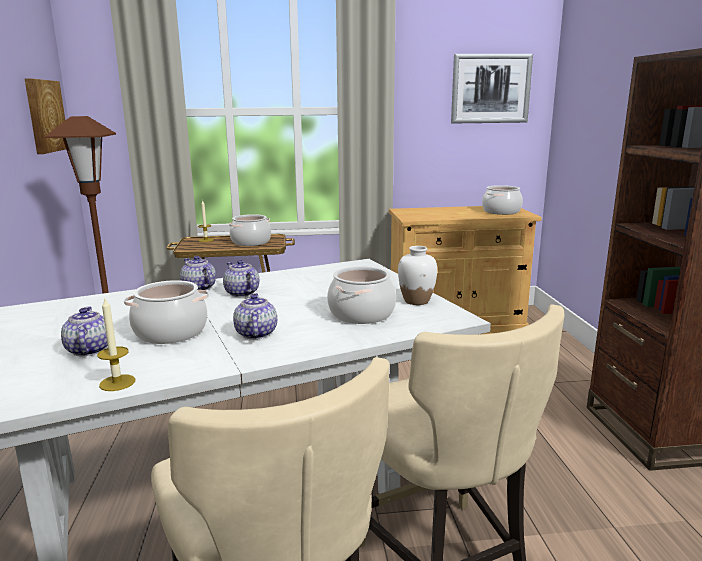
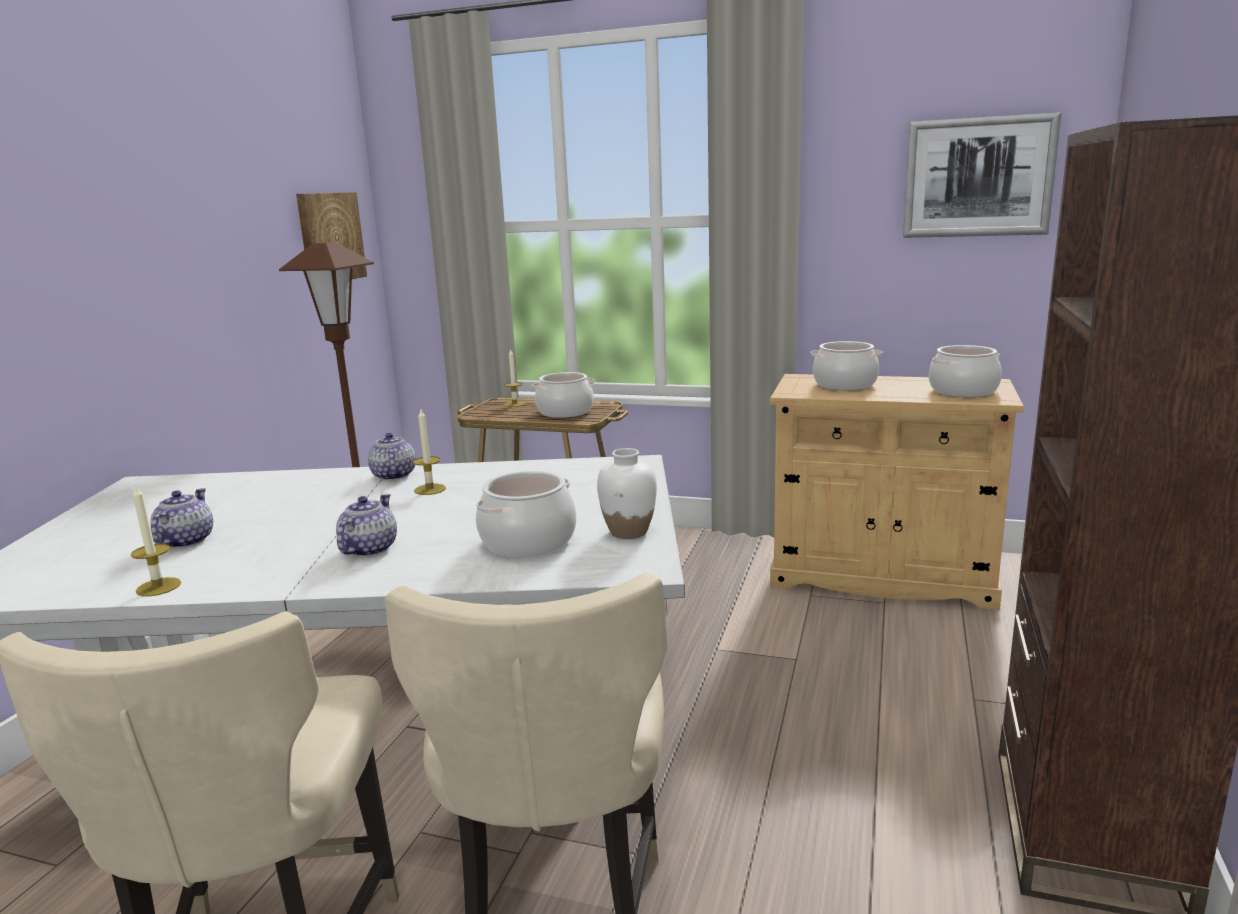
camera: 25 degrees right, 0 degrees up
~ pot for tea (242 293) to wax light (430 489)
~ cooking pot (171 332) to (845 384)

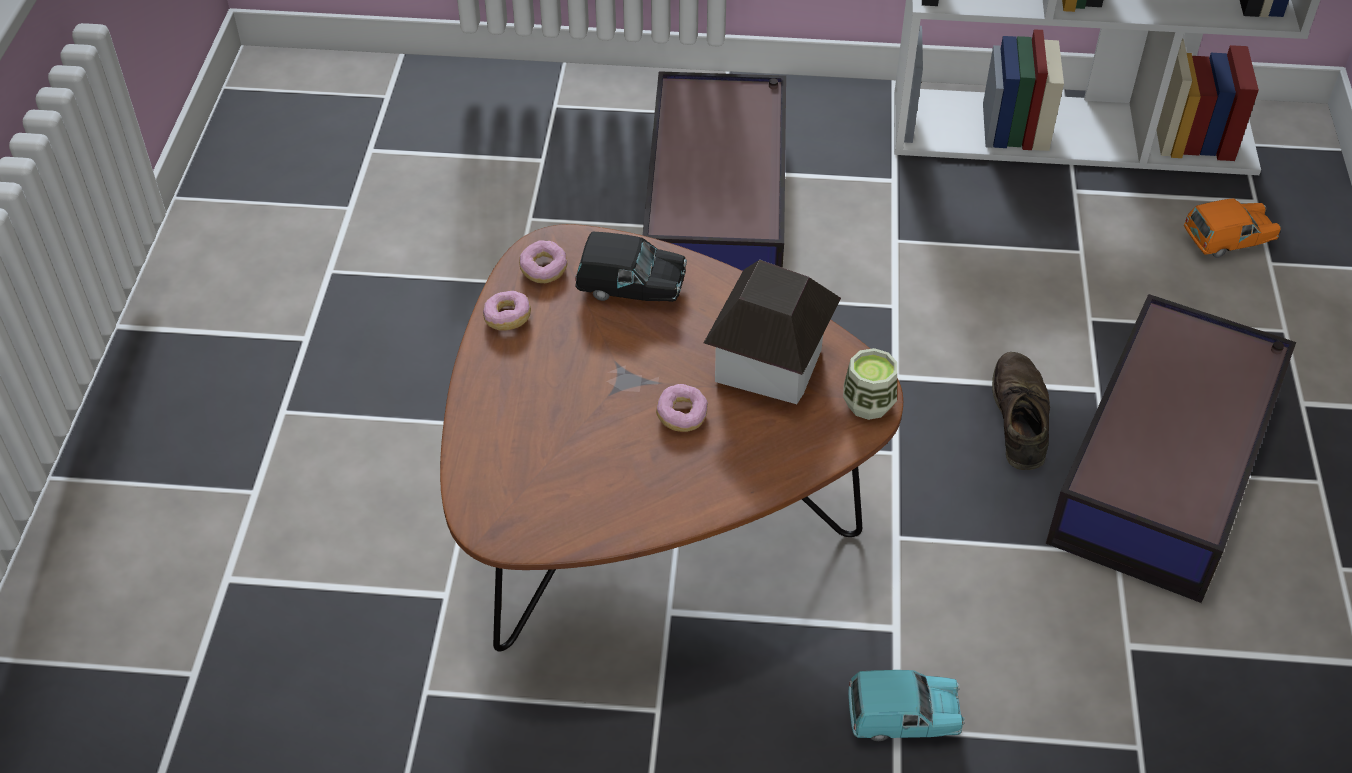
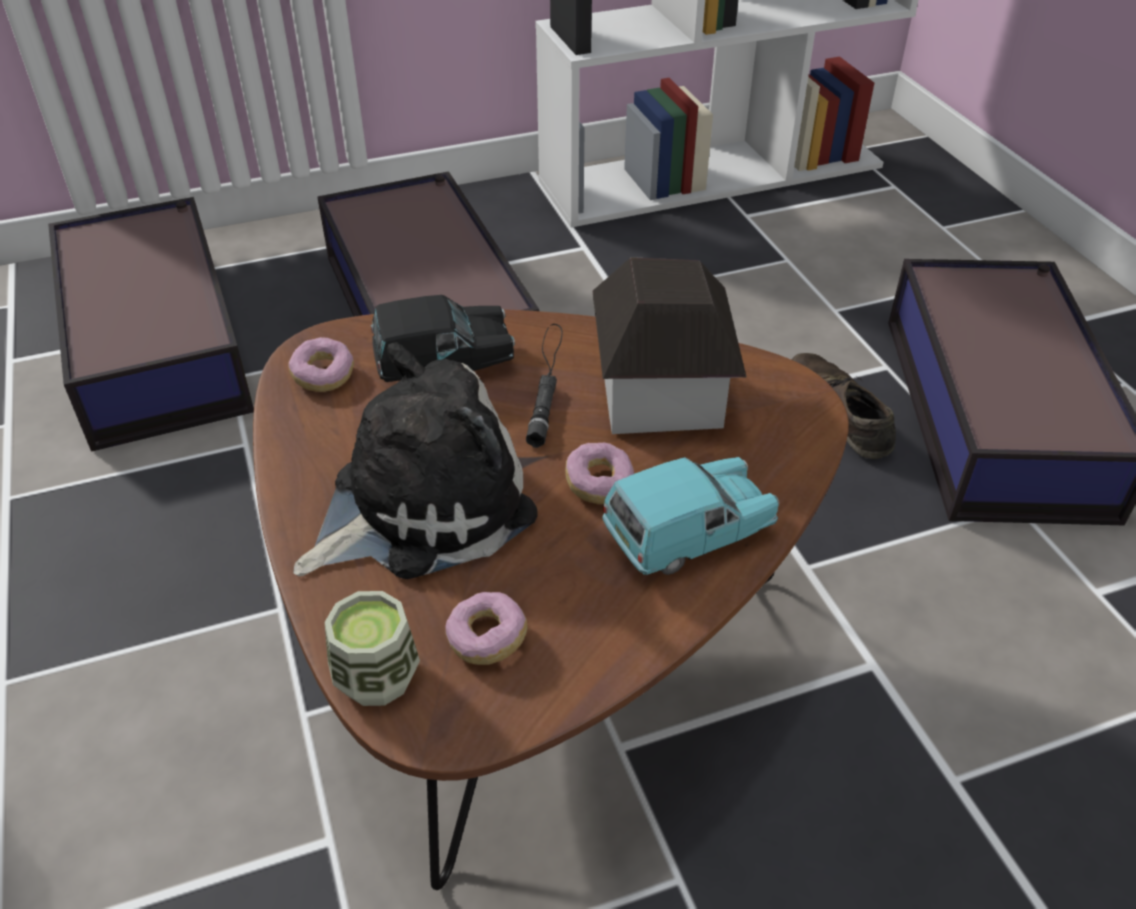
camera: 25 degrees left, 5 degrees down
- orange-coloured toy car (1228 241)
~ doughnut (507 318) to (487 639)
~ cup (868 403) to (377 677)
~ turquoise toy car (903 718) to (688 535)
+ storage box (158 342)
+ black-coloured hand torch (546 383)
+ cuddly toy (420 505)

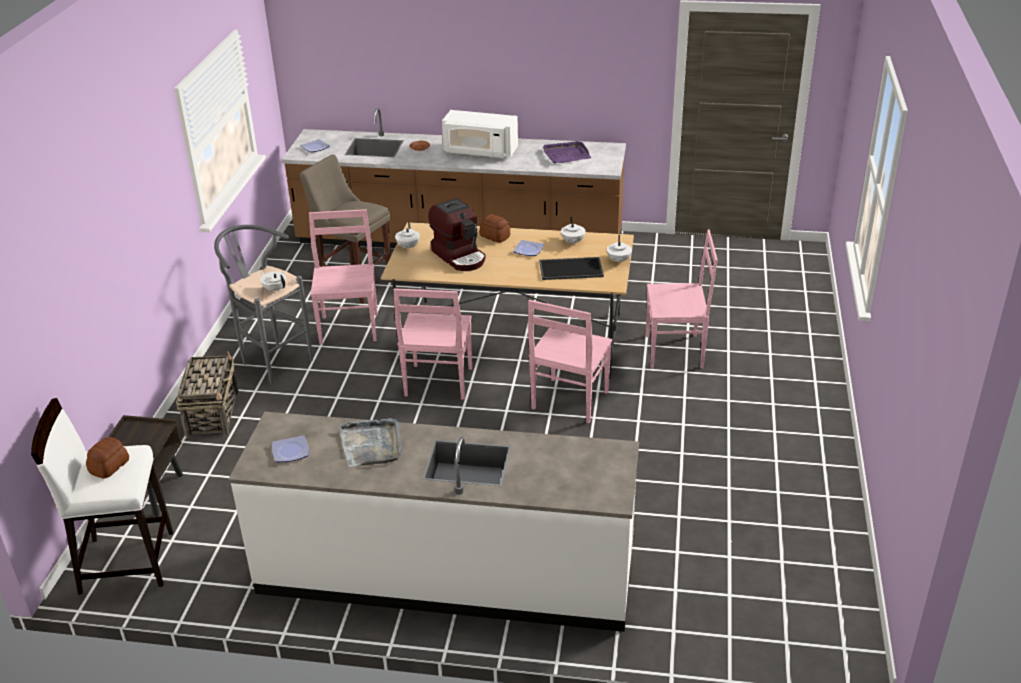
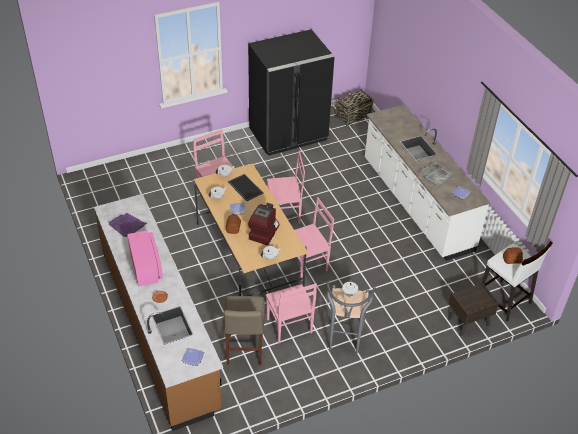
camera: 125 degrees left, 10 degrees up
~ white microwave oven (480 151) to pink microwave oven (146 267)
~ pink plain chair (349 327) = (289 327) 75 degrees counterclockwise
~ basket (213 413) to (353 116)
+ black-coloured kitchen fridge (288 134)

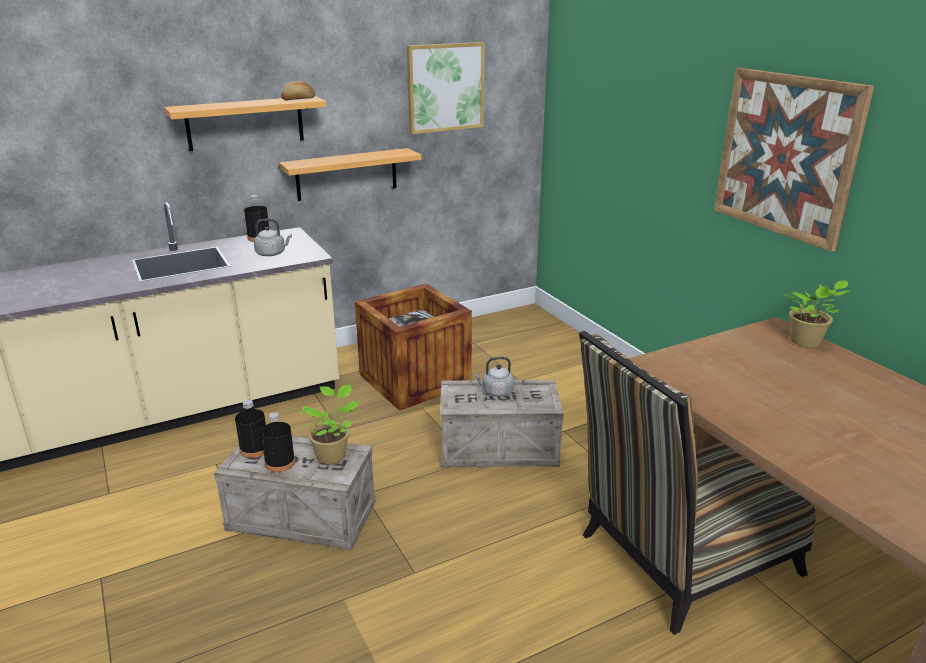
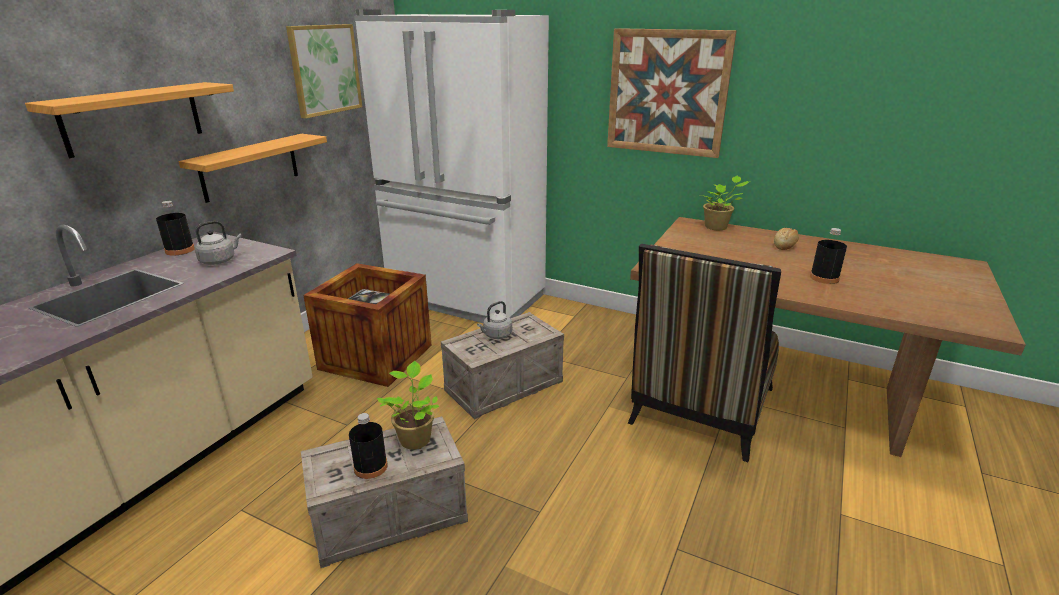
camera: 35 degrees left, 0 degrees up
~ bread (298 99) to (785 246)
~ black-coloured drink bottle (254 449) to (824 278)
+ white kitchen fridge (465 300)

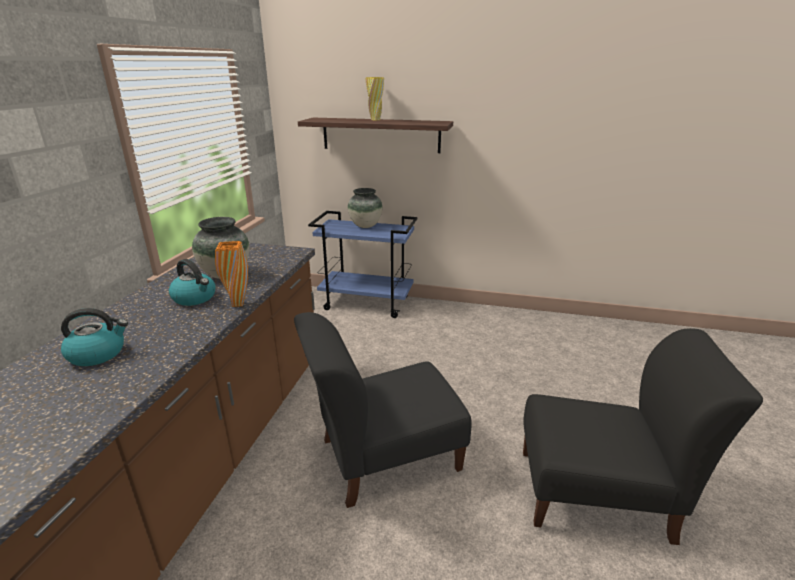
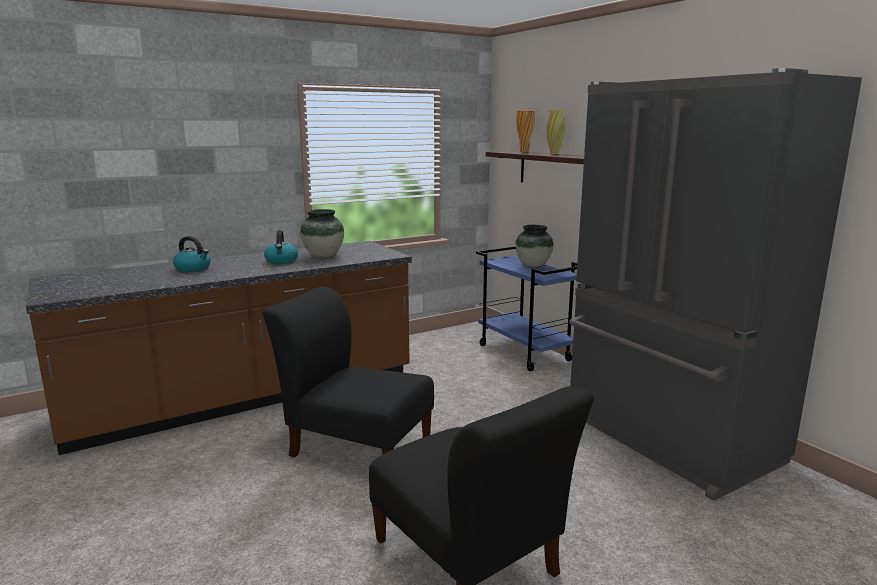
camera: 45 degrees right, 10 degrees down
~ orange-coloured vase (238 304) to (524 152)
+ greyish kitchen fridge (667 440)

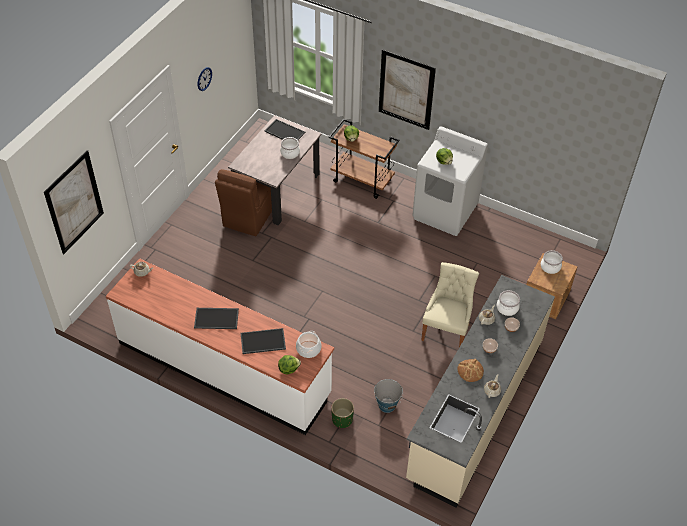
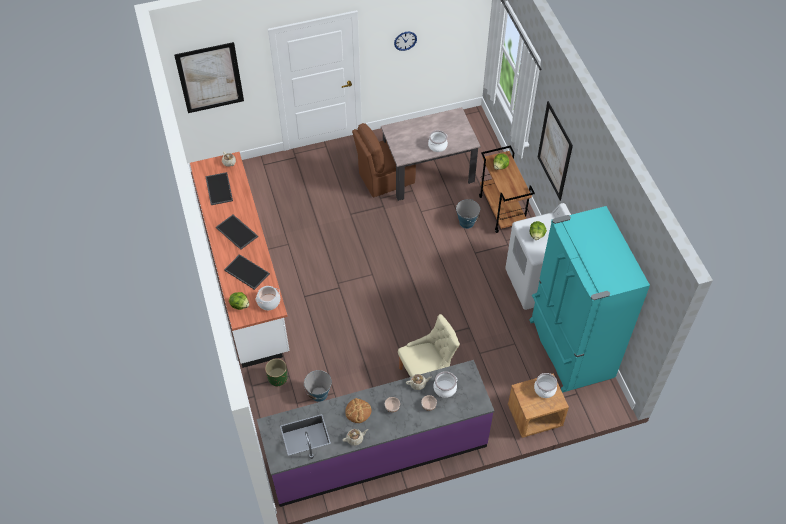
camera: 45 degrees right, 5 degrees up
~ tray (284 132) to (218 188)
~ beige kitchen counter (475 409) to purple kitchen counter (377 451)
+ pail (466 222)
+ turquoise kitchen fridge (569 349)

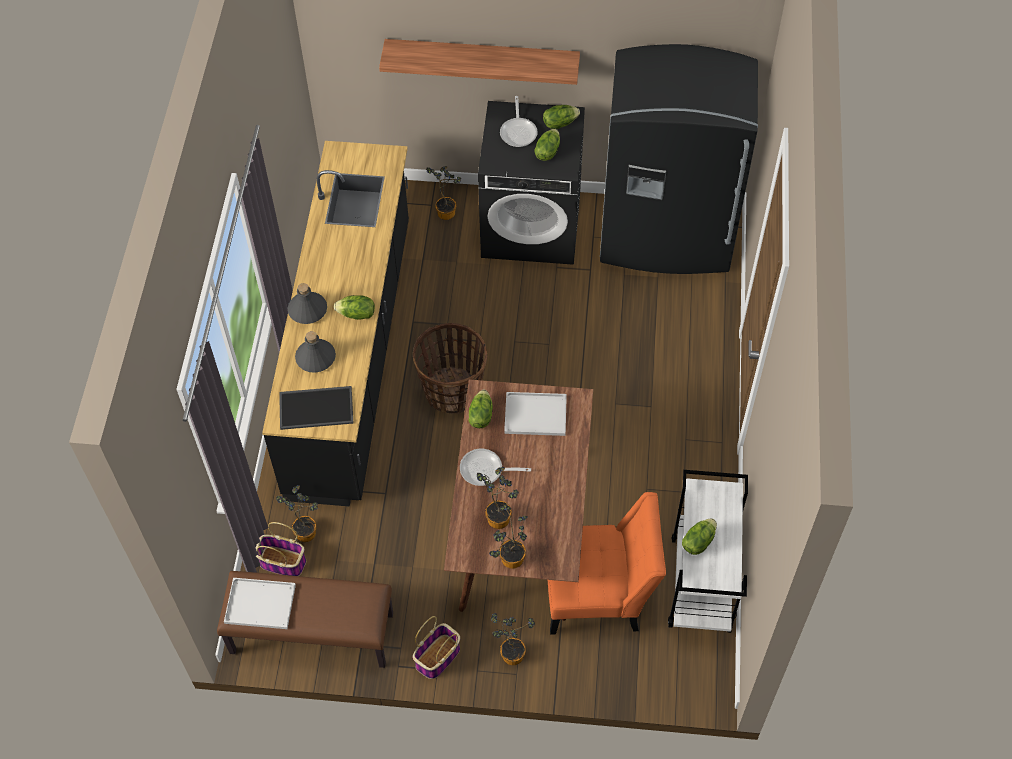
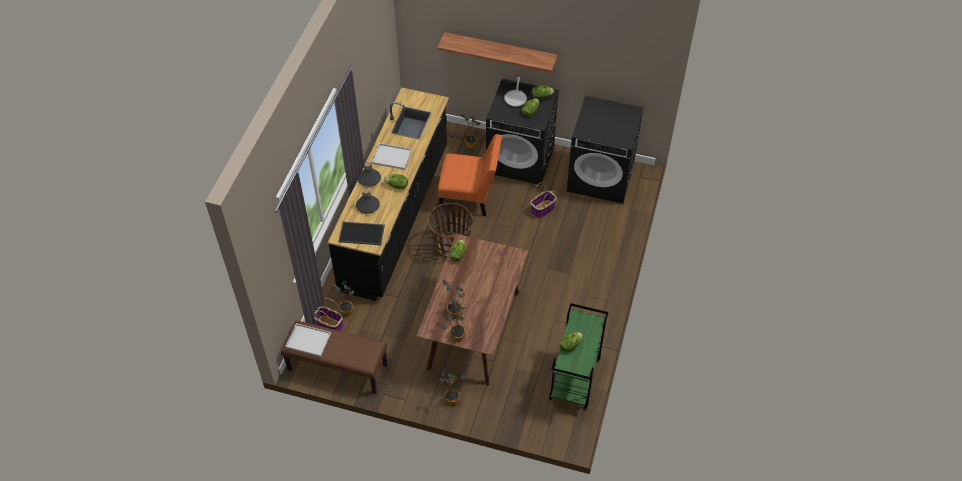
camera: 10 degrees right, 5 degrees down
~ black-coloured kitchen fridge (666 237) to black-coloured laundry appliance (601 177)
~ white tray (534 415) to (390 157)
- skillet (485 470)
~ white trolley (701 585) to green-coloured trolley (575 379)
~ orange-coloured plain chair (599 594) to (470 197)
~ basket (437 658) to (542 209)

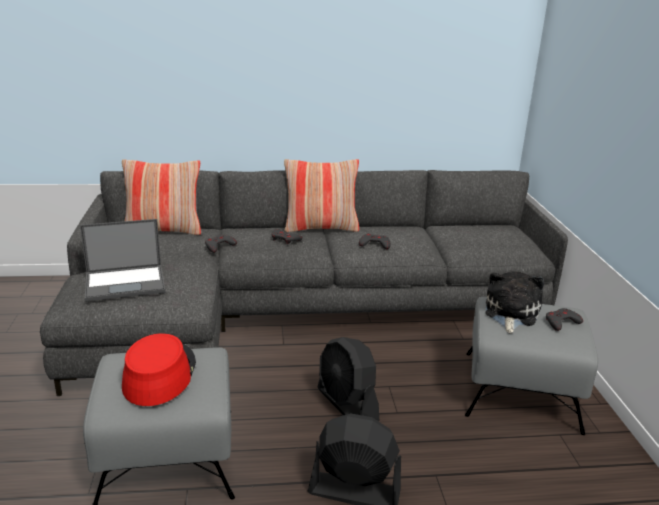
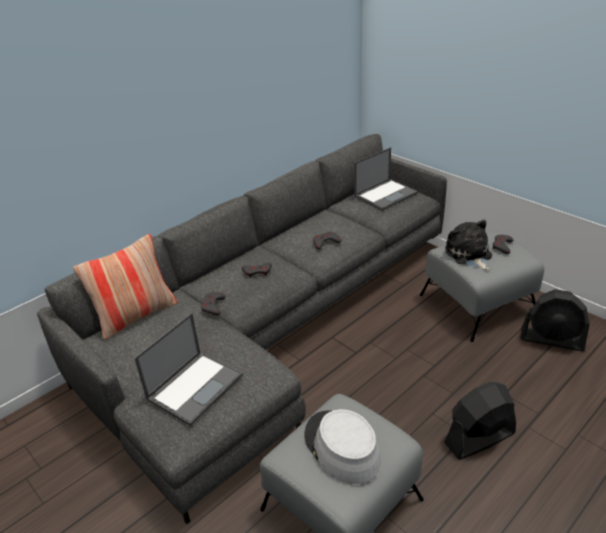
camera: 35 degrees left, 10 degrees up
- pillow (321 227)
~ red-coloured clothing hat (159 374) to greyish clothing hat (341 447)
~ black-coloured electric fan (347 405) to (552 339)
+ notebook computer (386 194)

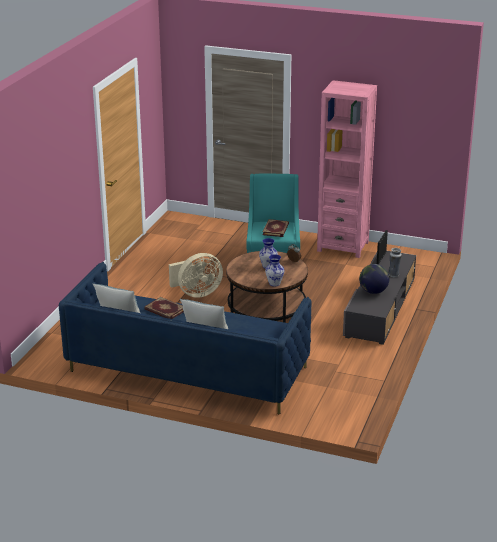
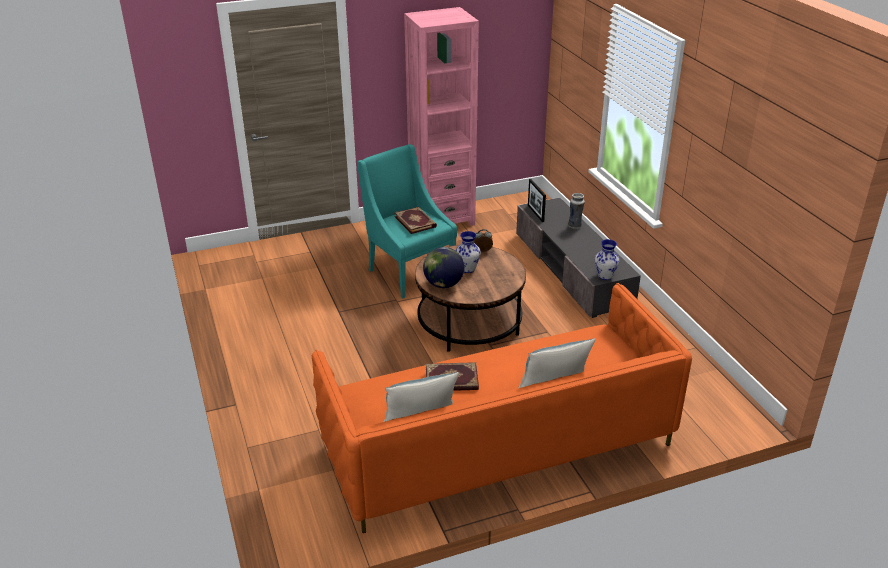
camera: 40 degrees left, 5 degrees up
- beige electric fan (196 293)
~ vase (274 283) to (604 276)
~ bluish sofa (187 369) to orange-coloured sofa (497 445)
~ desk globe (373 291) to (443 284)

